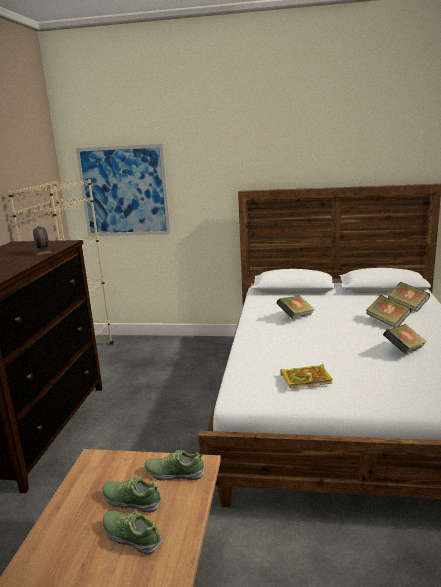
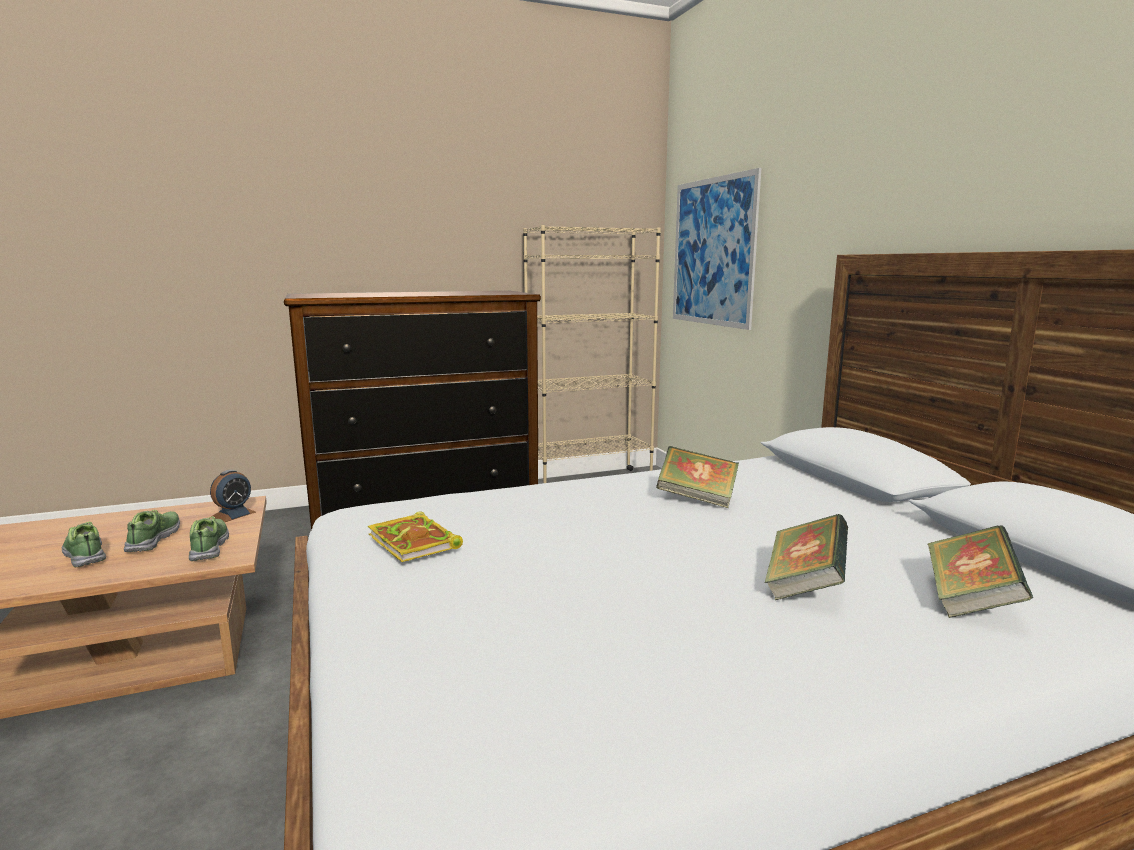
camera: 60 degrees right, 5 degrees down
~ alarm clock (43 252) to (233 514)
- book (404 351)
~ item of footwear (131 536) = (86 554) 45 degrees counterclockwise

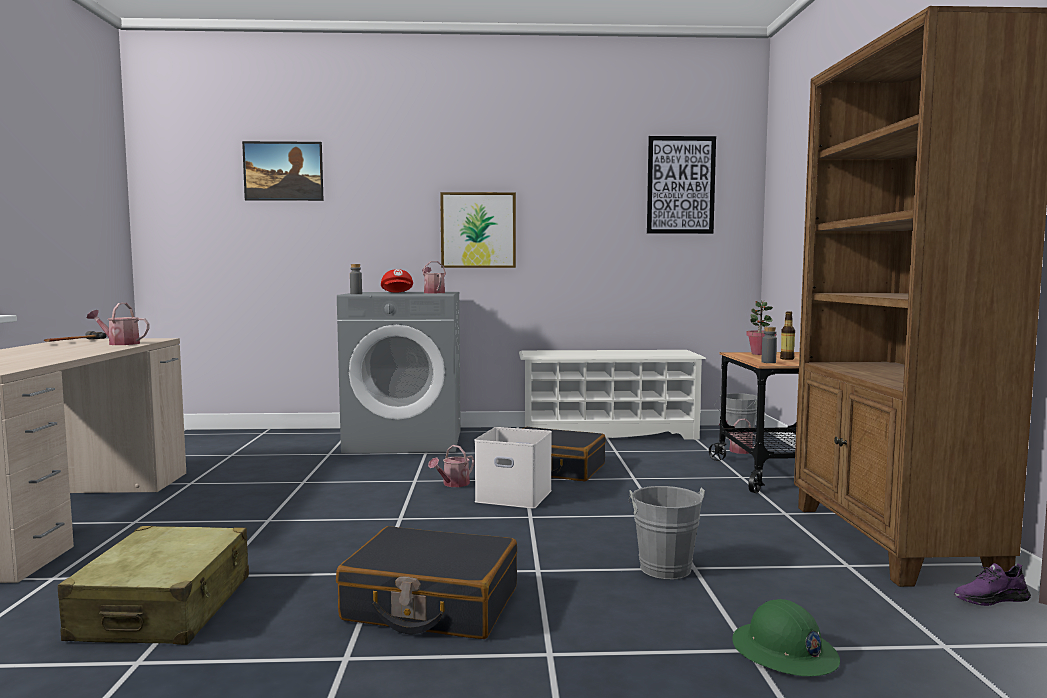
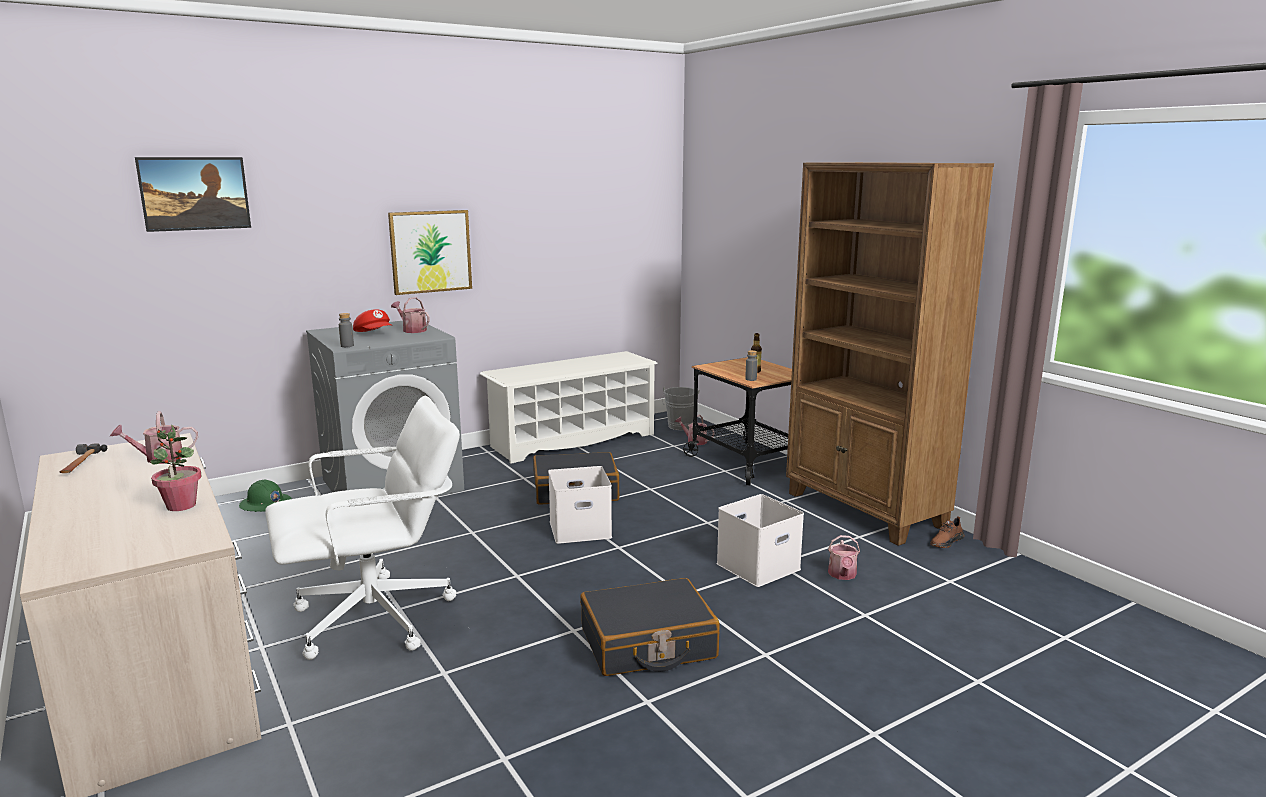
camera: 30 degrees left, 10 degrees up
- wall picture (680 185)
~ houseplant (760 354) to (181 506)
~ watering can (453 484) to (842 575)
~ greyish pail (663 566) to white storage box (758 567)
- beige suitcase (164 608)
~ purple item of footwear (990 599) to brownish item of footwear (946 541)
~ green-coloured work helmet (784 652) to (265 504)
+ white office chair (376 618)

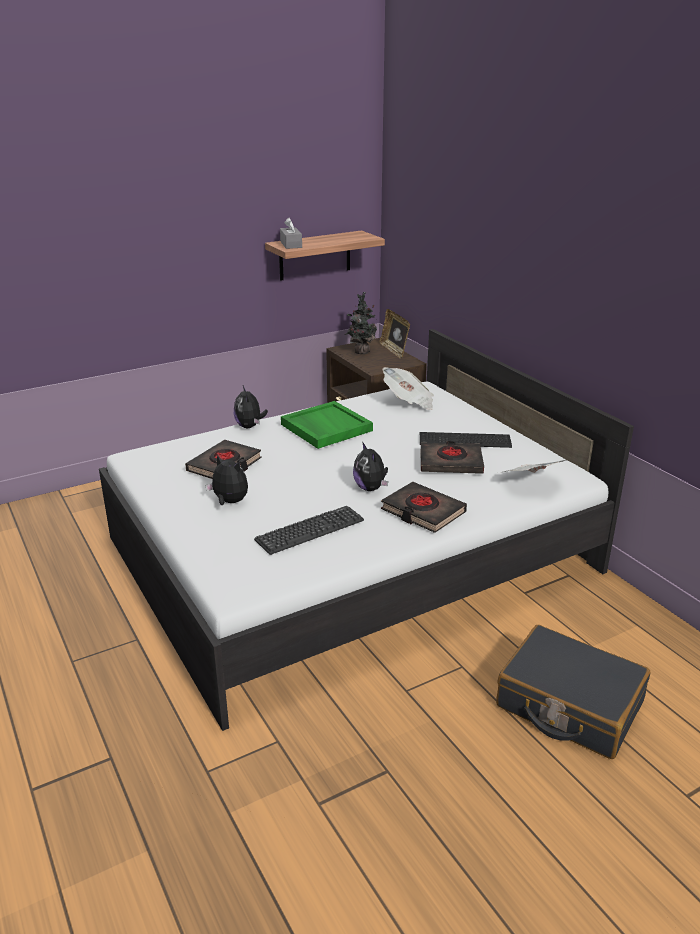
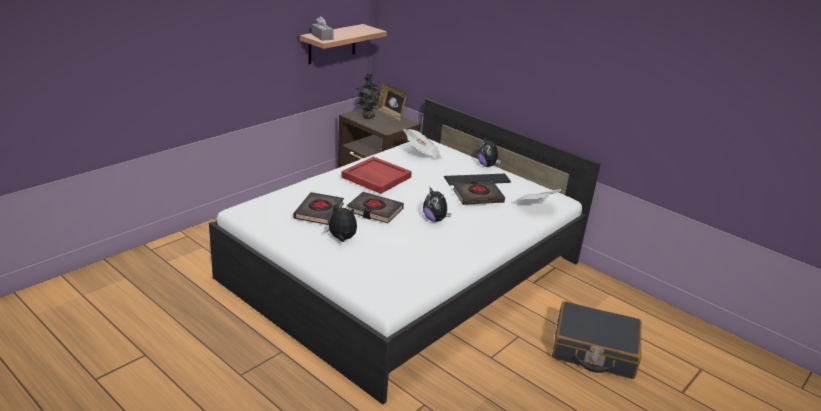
camera: 20 degrees left, 0 degrees up
~ cuddly toy (250 426) to (487 165)
~ green-coloured tray (325 427) to red-coloured tray (375 177)
~ black-coloured book (423 511) to (374 211)
- keyboard (310 530)

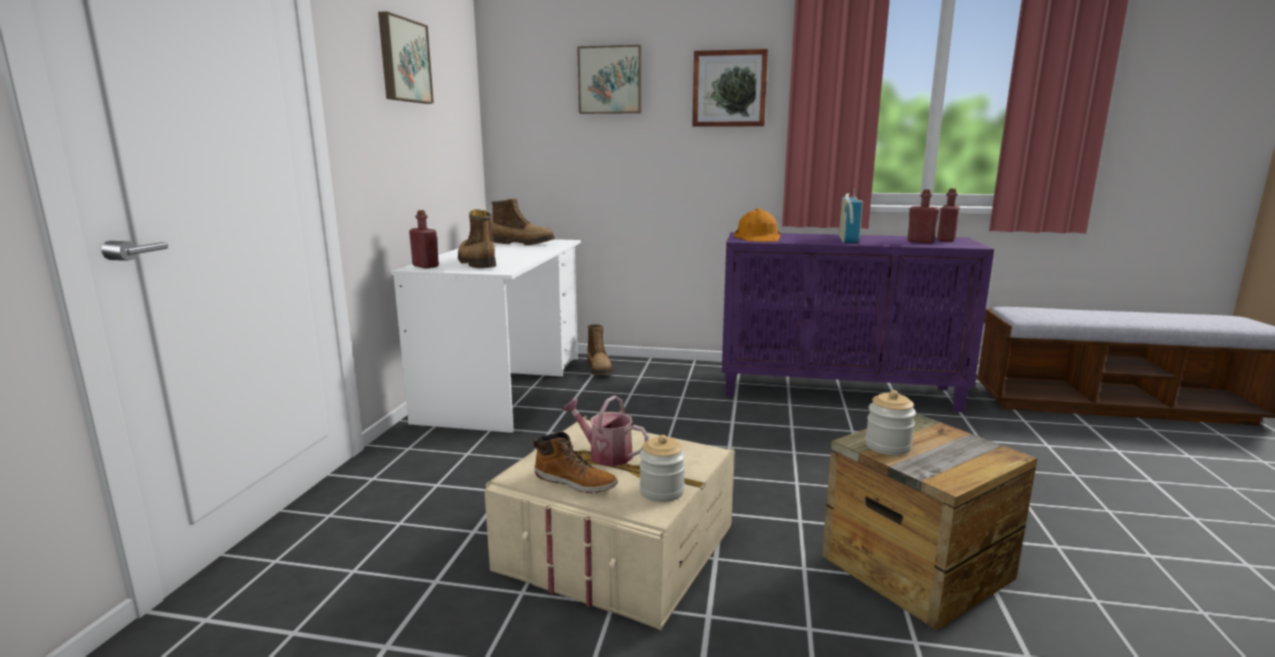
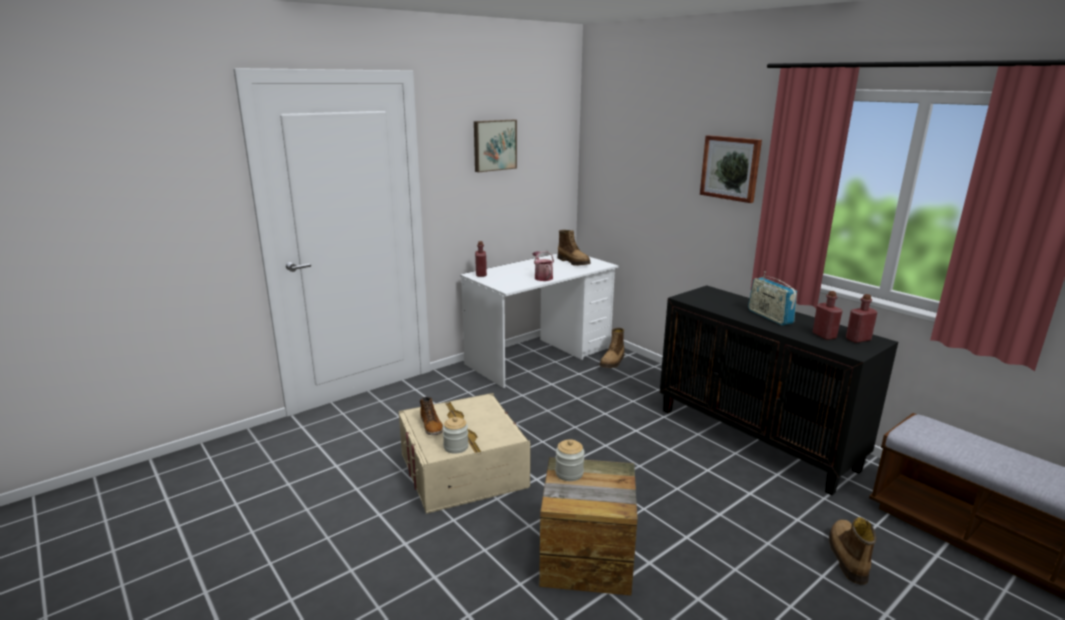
camera: 40 degrees right, 5 degrees up
- wall picture (610 80)
~ radio receiver (848 239) = (769 317) 105 degrees clockwise
~ boot (476 263) to (846 556)
- orange-coloured work helmet (758 237)
~ purple cabinet (839 391) to black-coloured cabinet (756 439)
~ watering can (605 454) to (542 277)

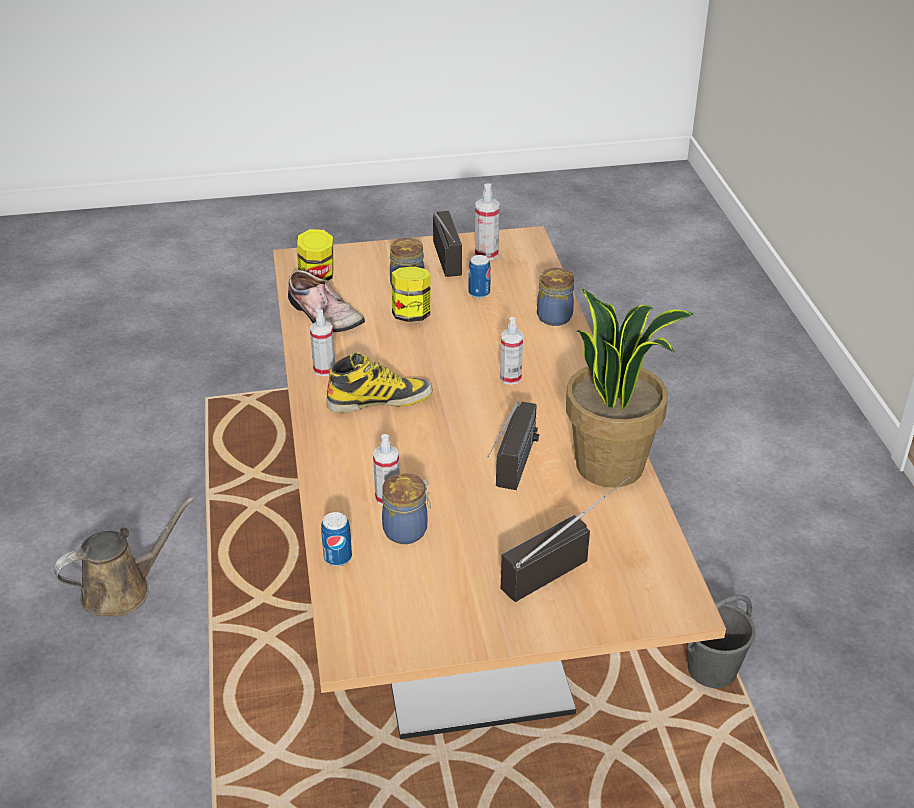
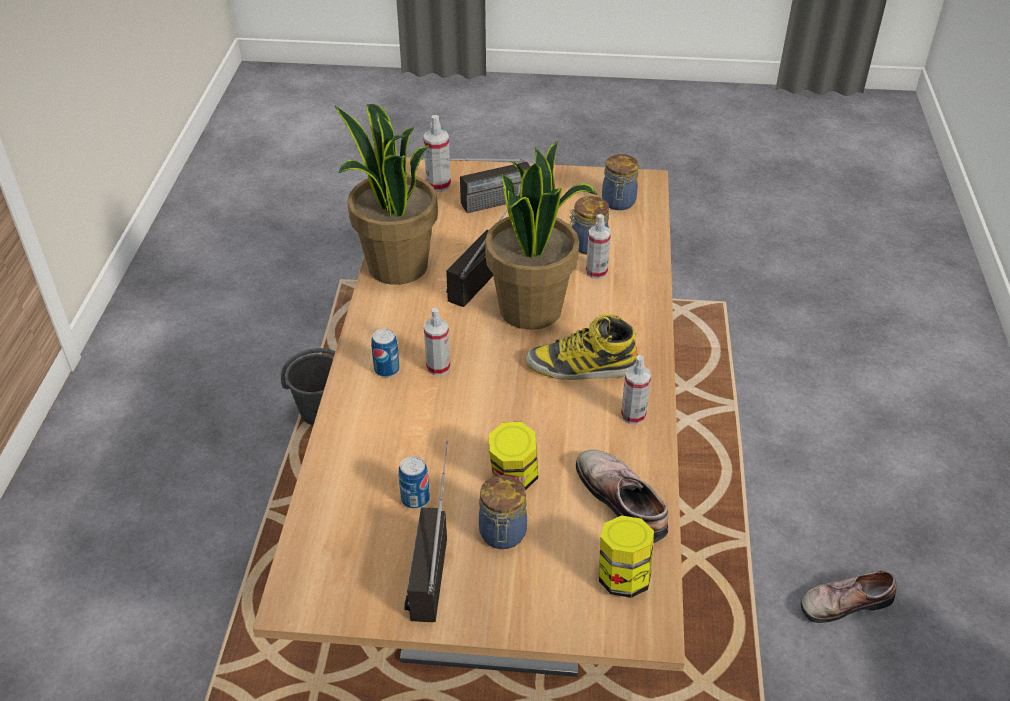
camera: 165 degrees left, 5 degrees up
~ sprayer (486 254) to (438 185)
~ storage jar (554 316) to (618 203)
~ brownish watering can (122 590) to item of footwear (843 601)
~ sealed can (337 557) to (387 369)
+ houseplant (532 310)

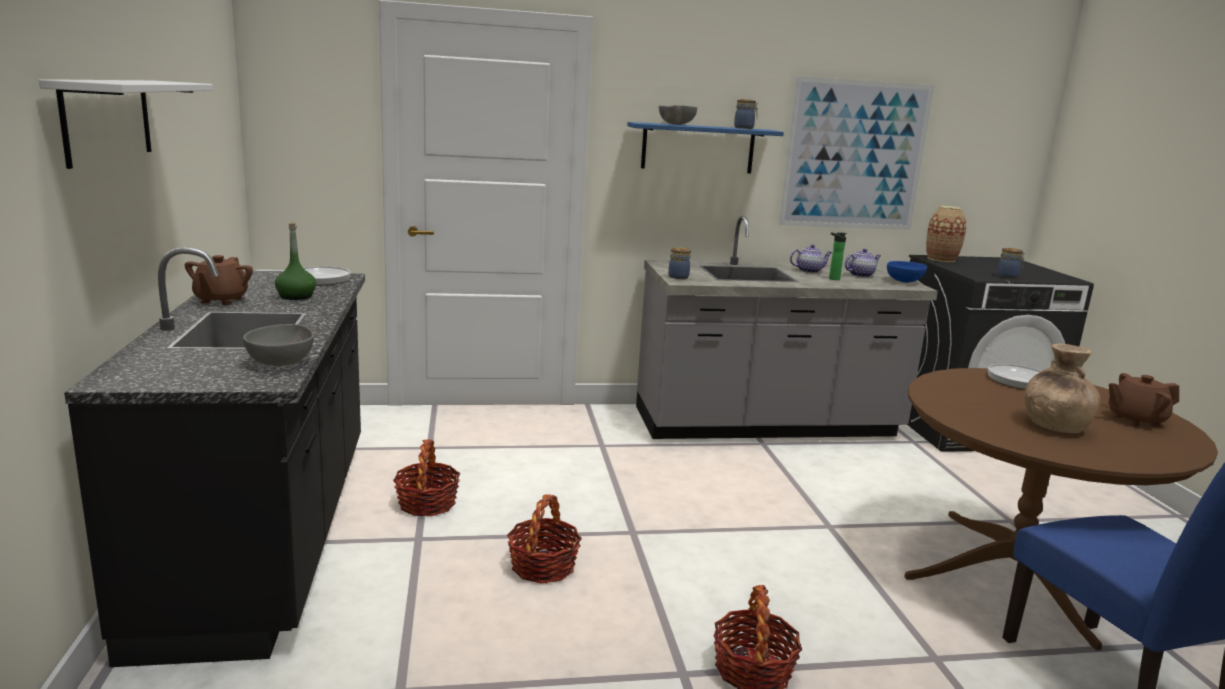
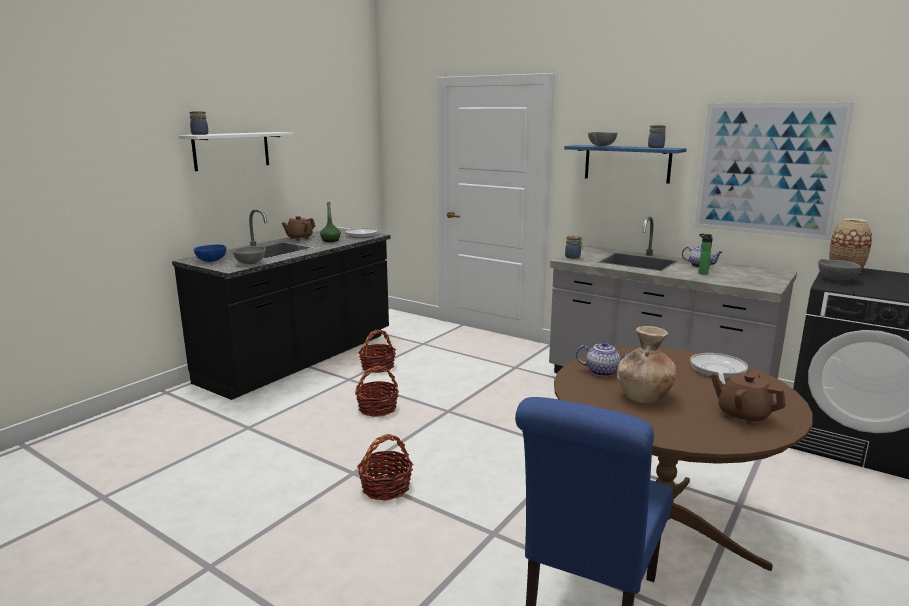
camera: 45 degrees right, 0 degrees up
~ storage jar (1008 276) to (200 134)
~ pot for tea (860 275) to (603 372)
~ bluish bowl (905 282) to (211 261)
+ greyish bowl (835 279)

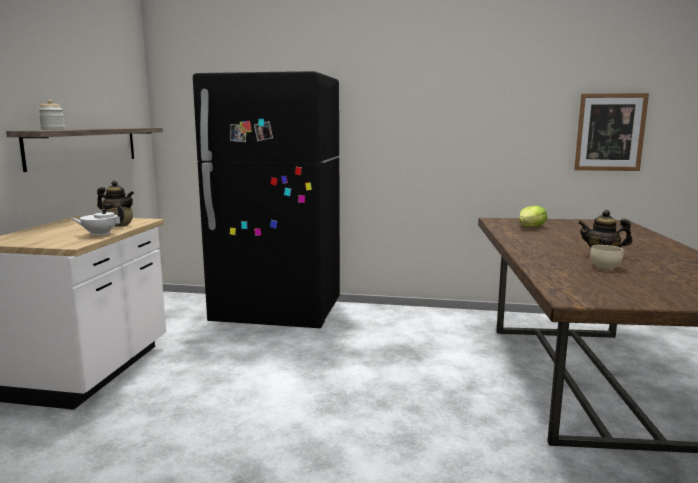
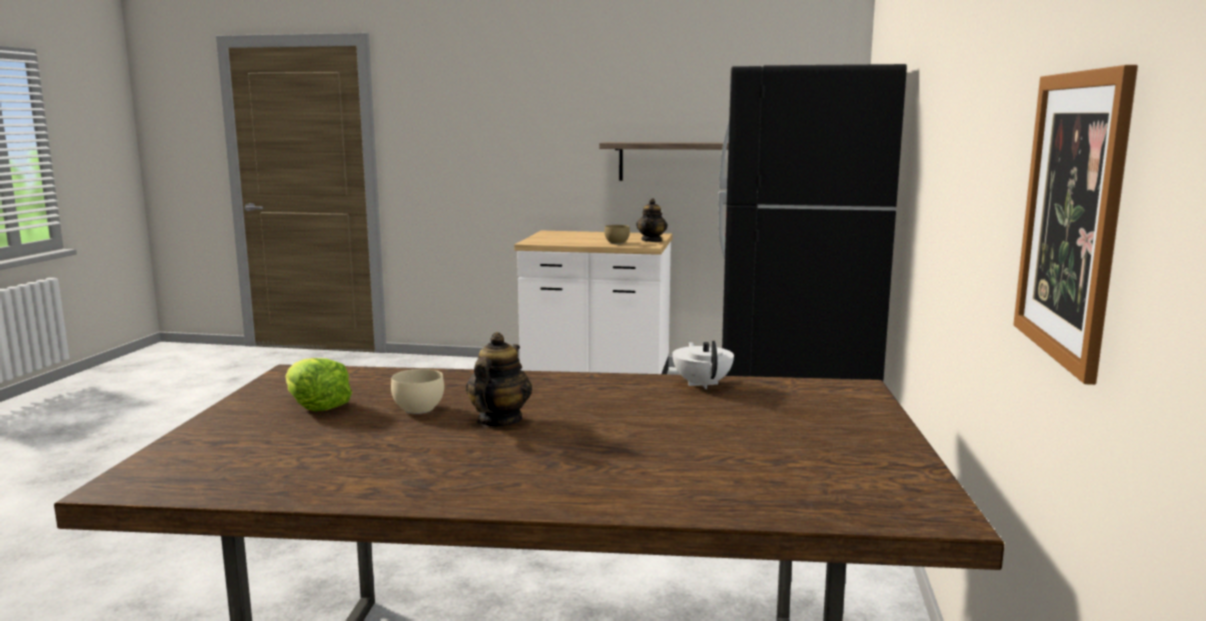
camera: 90 degrees right, 0 degrees up
- storage jar (53 129)
~ white pot for tea (100 234) to (702 384)
~ head of lettuce (531 227) to (316 406)

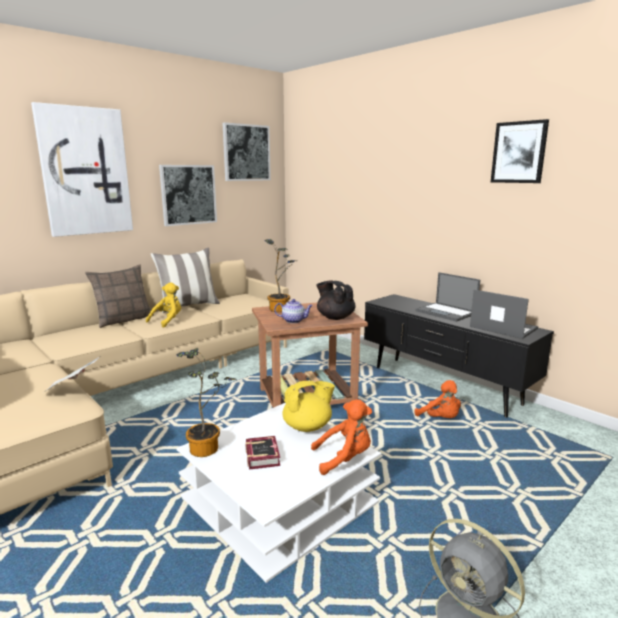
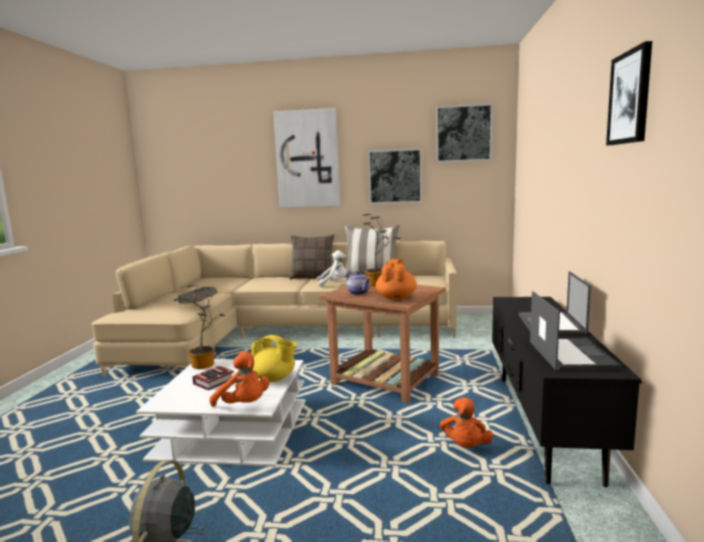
camera: 50 degrees right, 5 degrees down
~ black-coloured pot for tea (335 317) to orange-coloured pot for tea (396 298)
~ yellowish cuddly toy (168 321) to white cuddly toy (333 283)

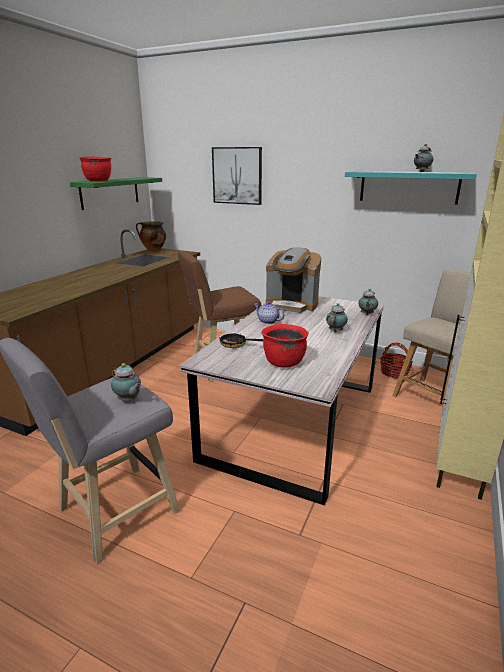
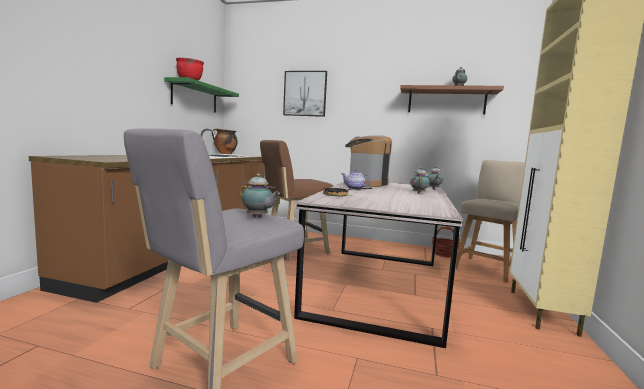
camera: 10 degrees left, 15 degrees down
~ turquoise wall shelf (408 187) to brownish wall shelf (446 101)
~ coffee maker (292 305) = (366 184) 105 degrees clockwise
- red-coloured cooking pot (283 362)

